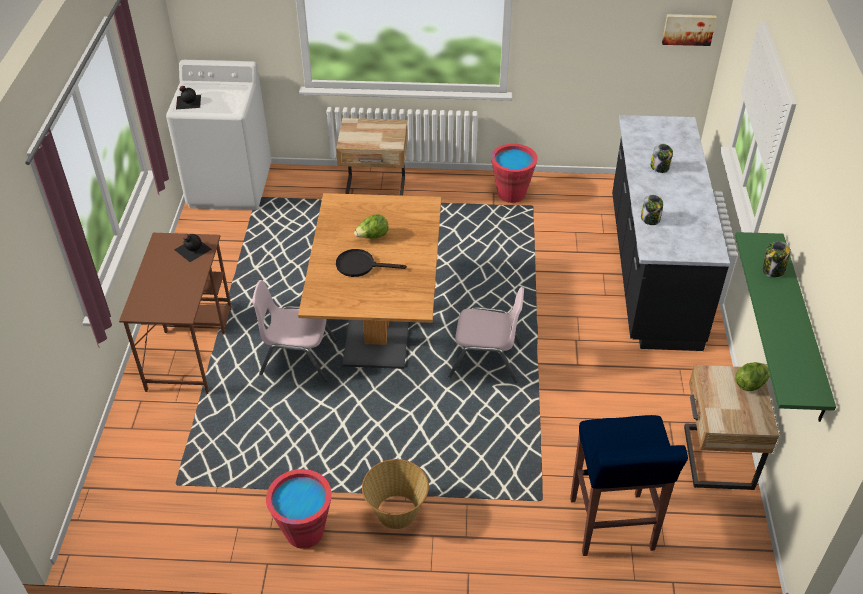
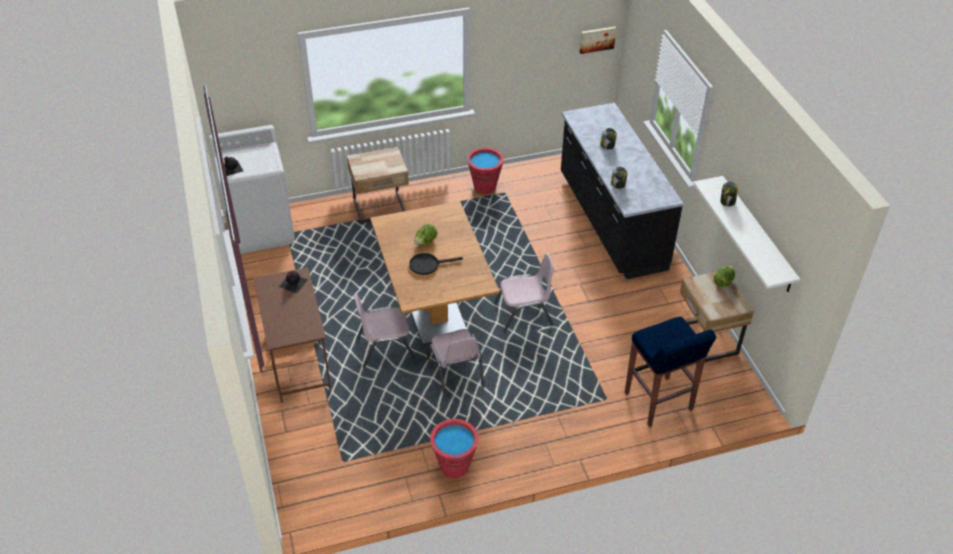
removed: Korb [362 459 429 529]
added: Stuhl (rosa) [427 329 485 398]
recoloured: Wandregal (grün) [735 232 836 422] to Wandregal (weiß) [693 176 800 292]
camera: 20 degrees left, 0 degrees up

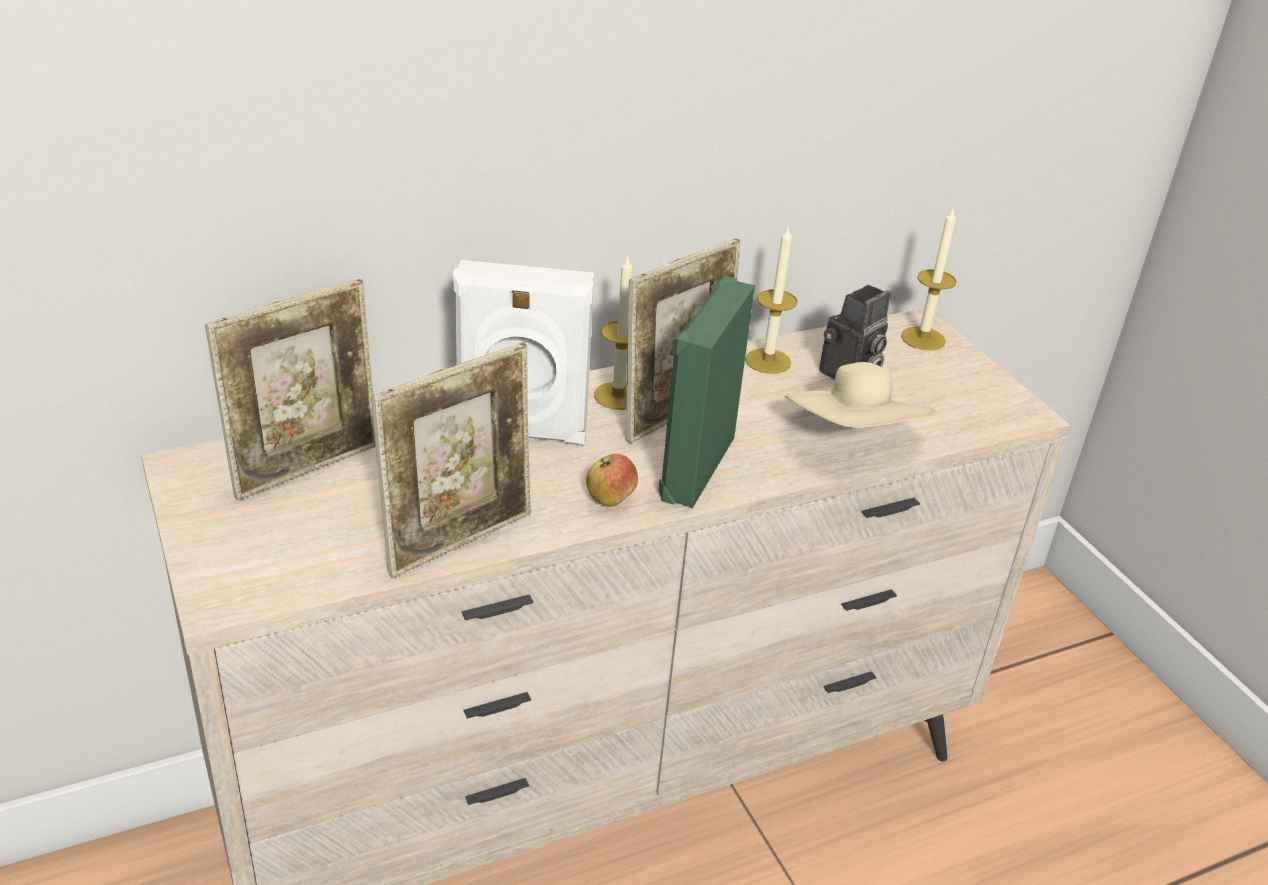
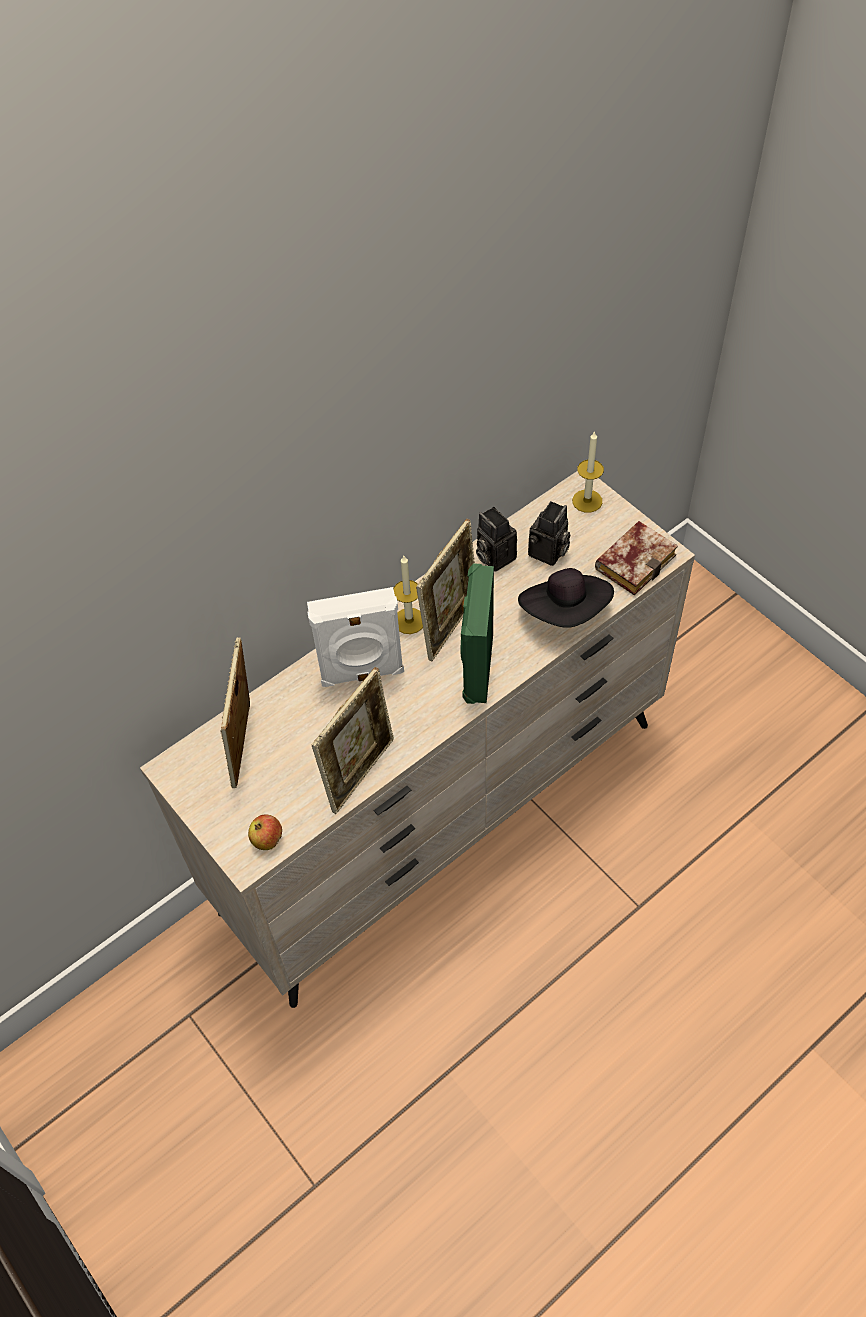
added: Buch [595 521 678 596]
moved: Apfel [586 454 638 506] to [248 814 282 850]
replaced: Kerze [745 225 798 374] to Kamera [476 507 517 572]
recoloured: Hut (beige) [785 362 935 428] to Hut (schwarz) [518 568 614 628]
turned: Bilderrahmen [205 279 376 501] = [220 637 250 788] 150 degrees clockwise
camera: 10 degrees left, 20 degrees up

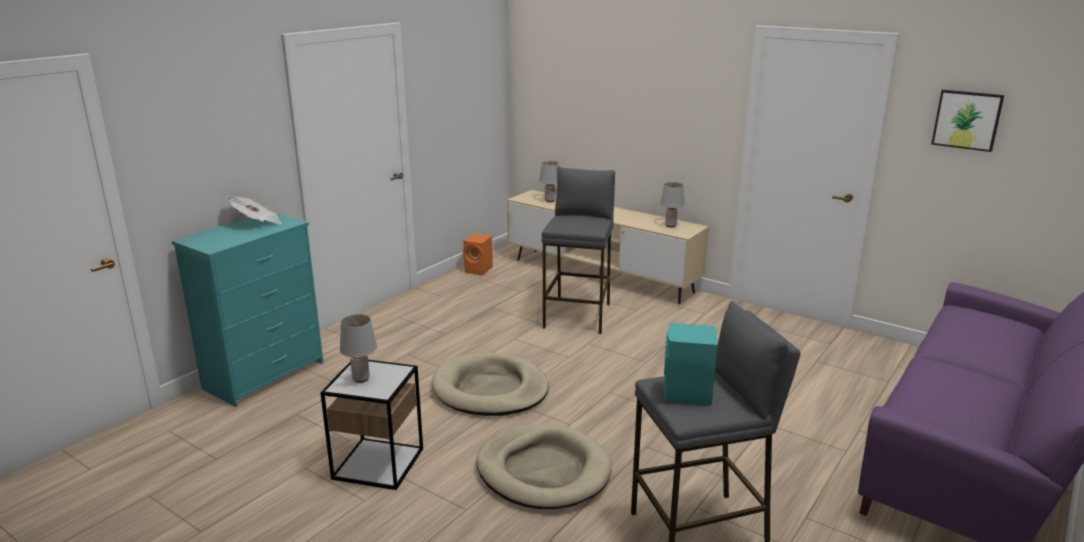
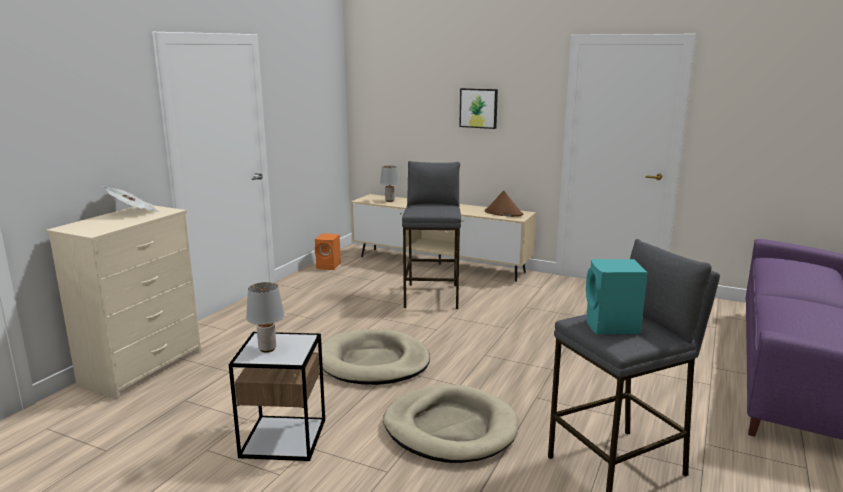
moved: Bild [931 90 1004 152] to [459 88 498 129]
replaced: Tischlampe (grau) [660 182 685 227] to Hut (braun) [485 190 523 217]
recoloured: Kommode (türkis) [172 213 324 407] to Kommode (beige) [46 205 201 399]
camera: 10 degrees left, 5 degrees down

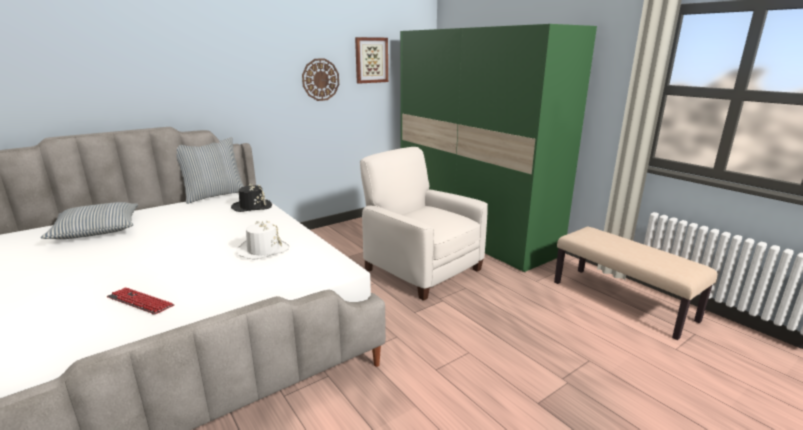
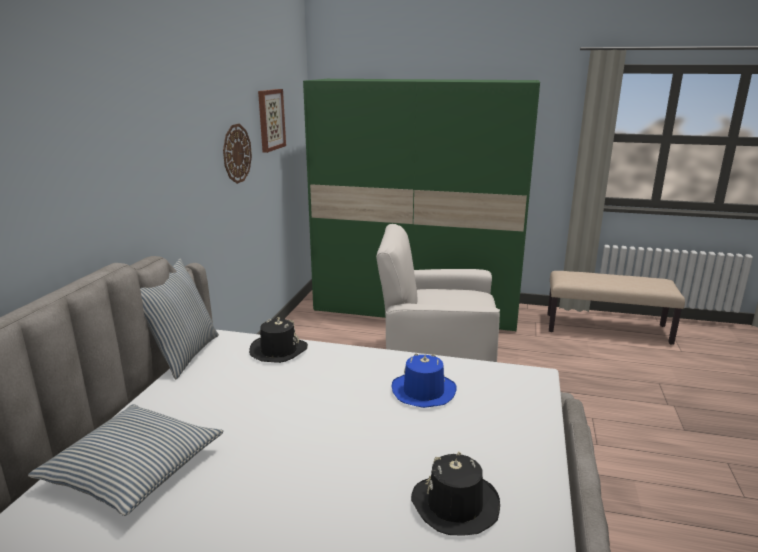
replaced: Tastatur [107 287 174 315] to Hut (schwarz) [411 452 500 535]
recoloured: Hut (weiß) [236 221 290 259] to Hut (blau) [391 353 456 408]
camera: 40 degrees left, 0 degrees up

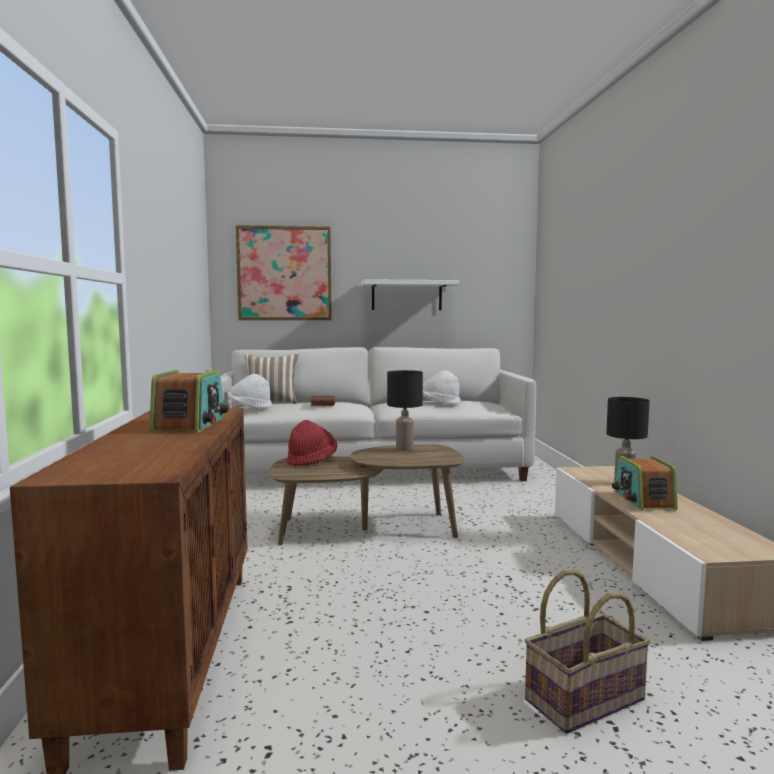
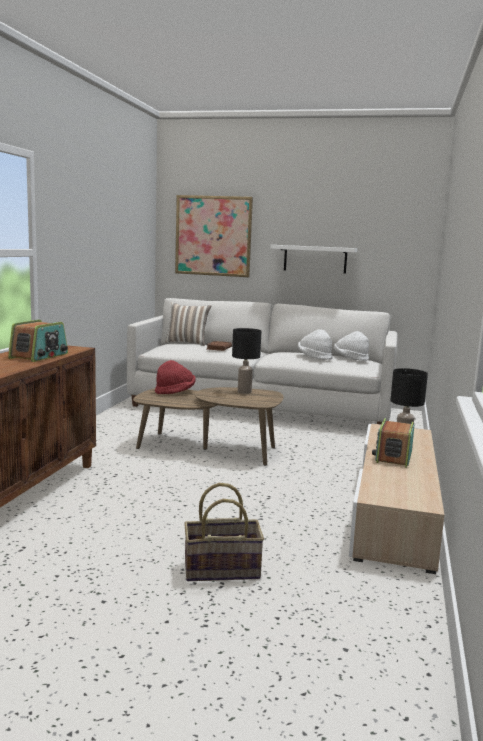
moved: Hut (weiß) [227 374 272 408] to [334 331 369 361]
camera: 20 degrees right, 5 degrees up

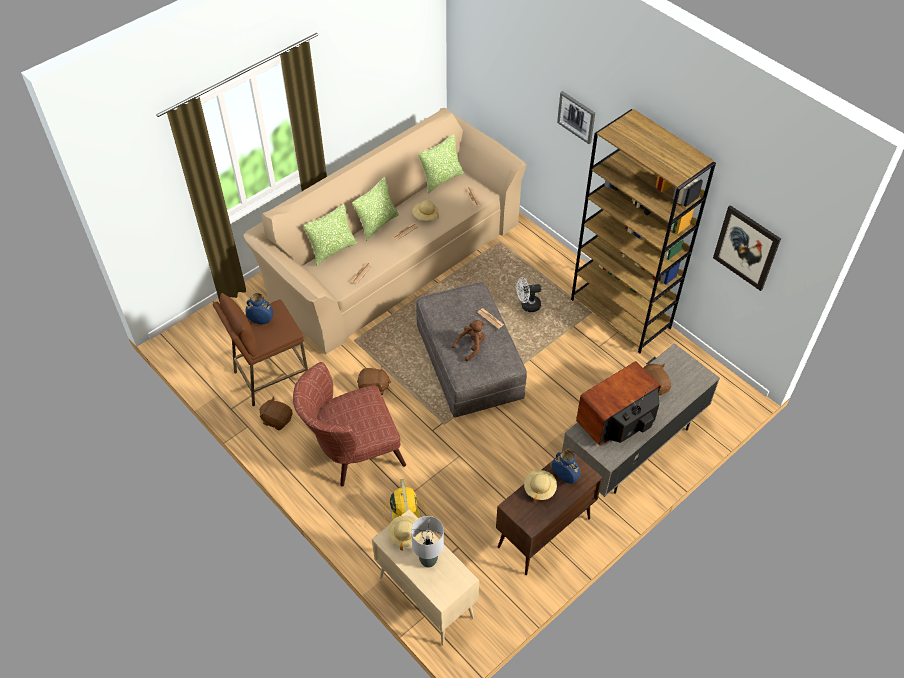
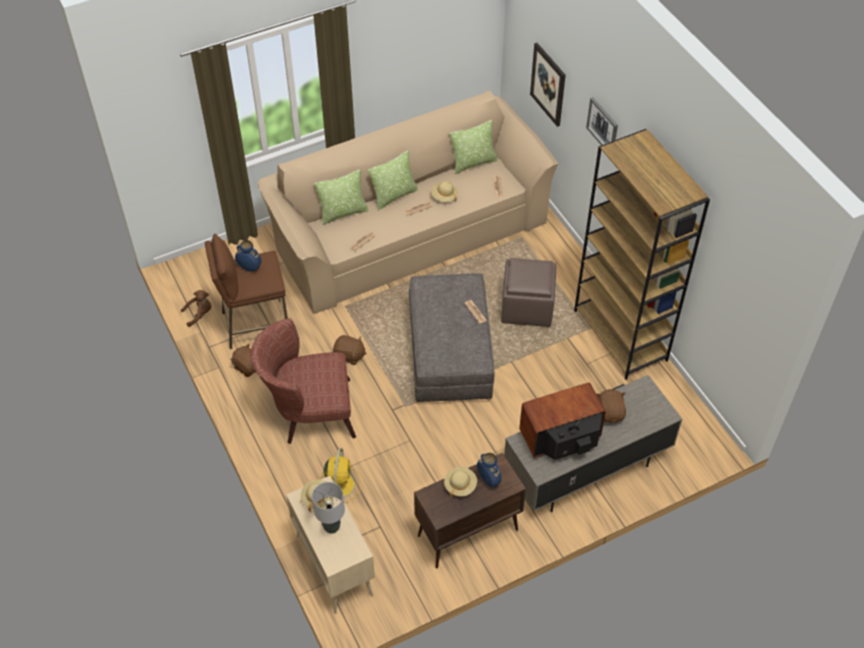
moved: Bild [713 205 781 291] to [530 43 566 127]; Plüschtier (braun) [452 320 485 361] to [181 290 211 327]
replaced: Ventilator (weiß) [517 277 541 312] to Polsterhocker (braun) [502 258 556 327]
camera: 15 degrees right, 0 degrees up

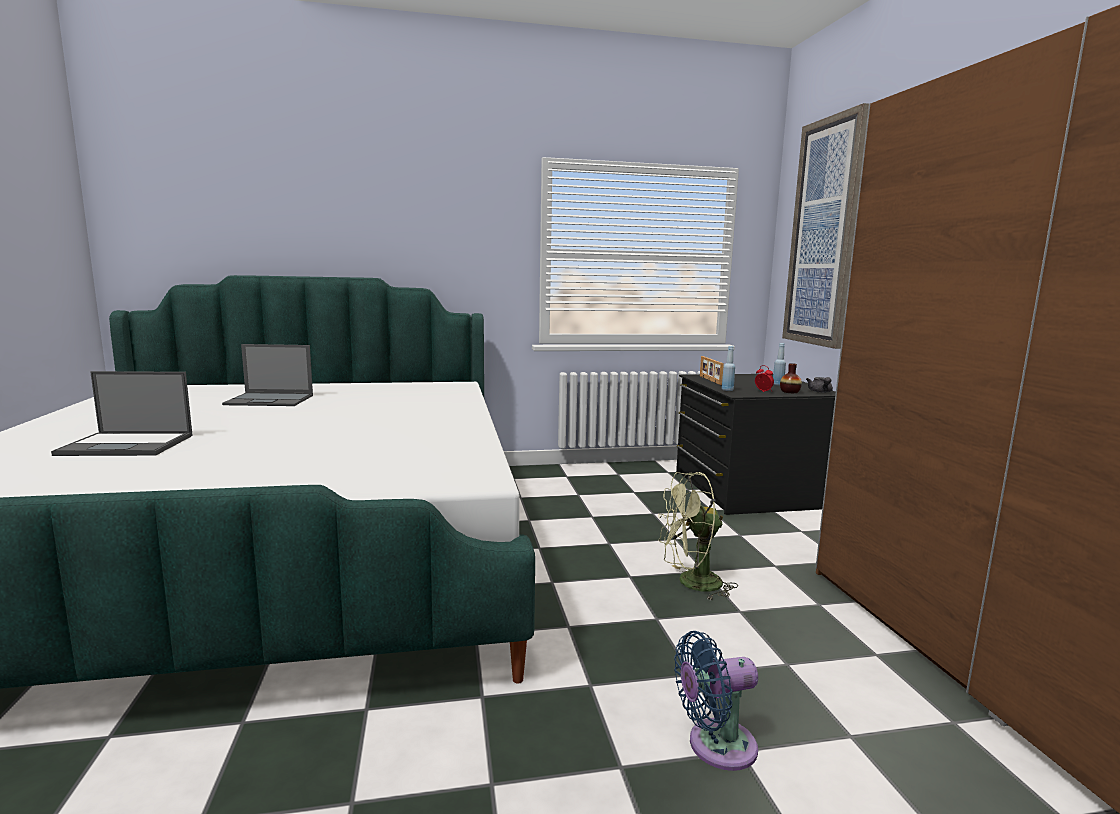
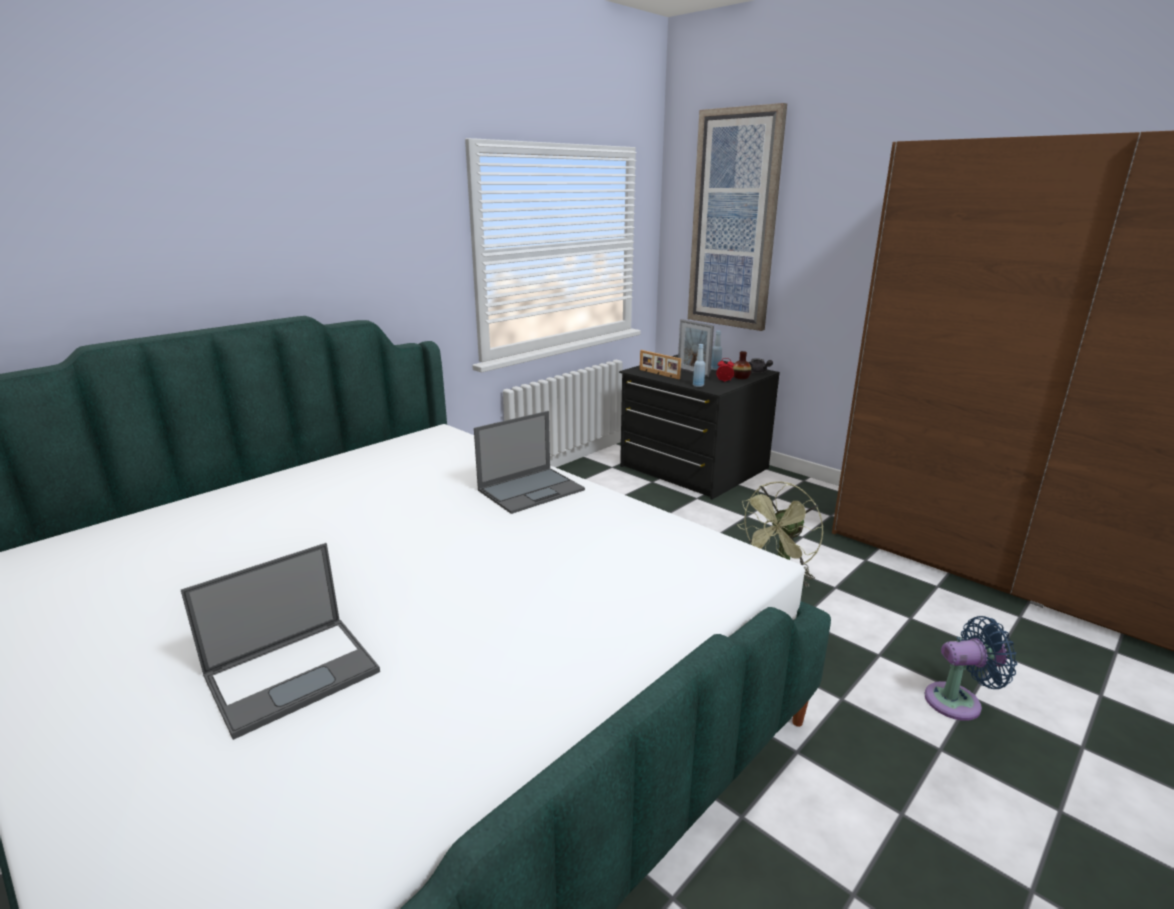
added: Bilderrahmen [678 319 714 377]
moved: Laptop [222 344 313 406] to [474 411 585 514]
turned: Ventilator (blau) [674 631 758 771] = [925 616 1017 721] 135 degrees counterclockwise
camera: 35 degrees left, 10 degrees up

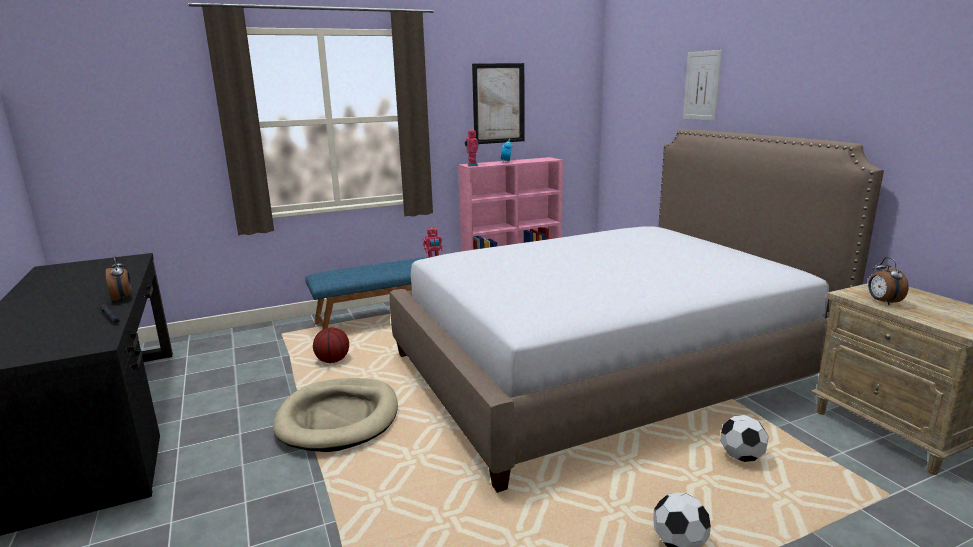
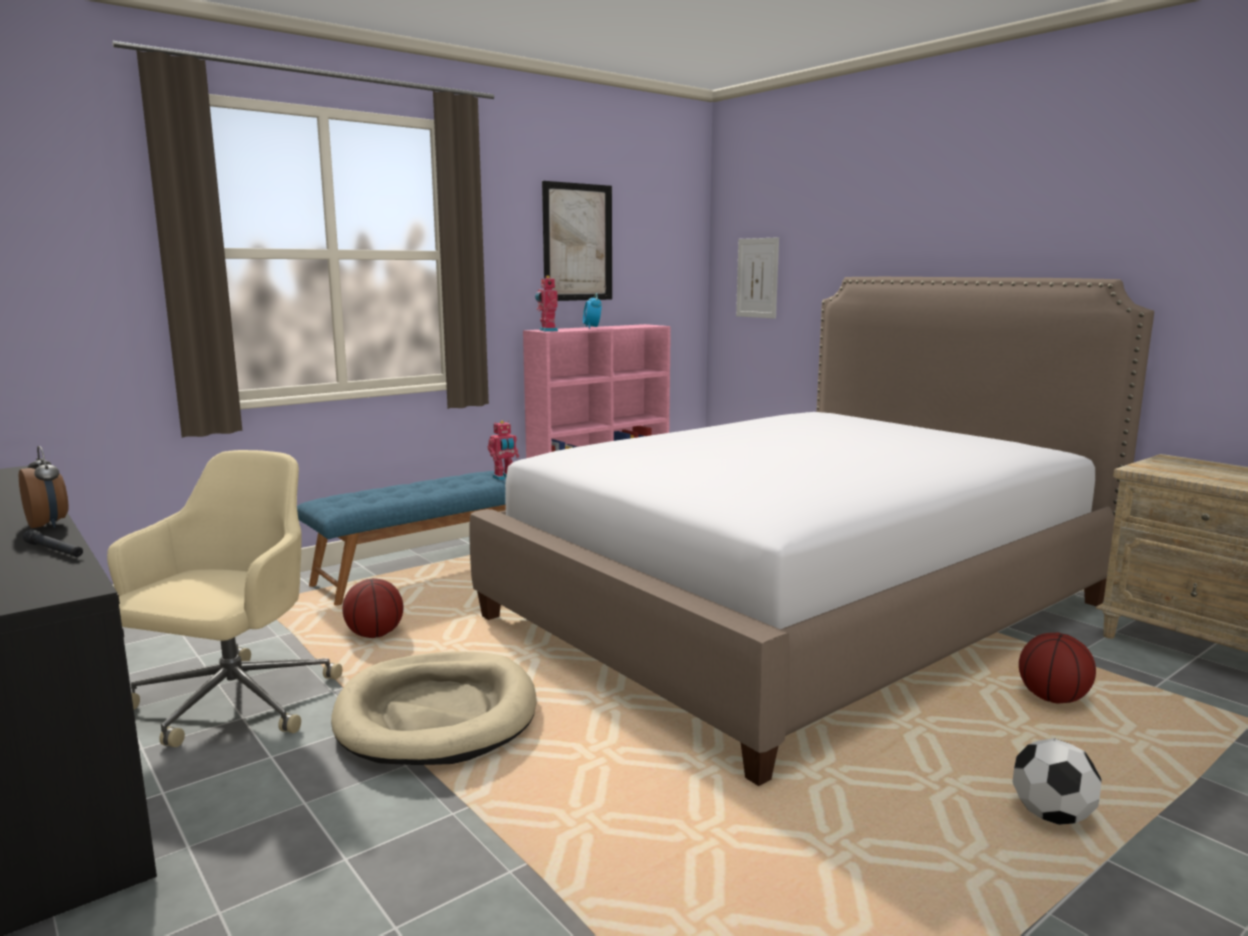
removed: Wecker [868 257 909 305]
added: Bürostuhl (beige) [107 450 342 747]
moved: Bild [683 50 722 121] to [736 237 779 319]
replaced: Fußball [720 415 769 462] to Basketball [1019 633 1096 703]
camera: 15 degrees left, 5 degrees down

